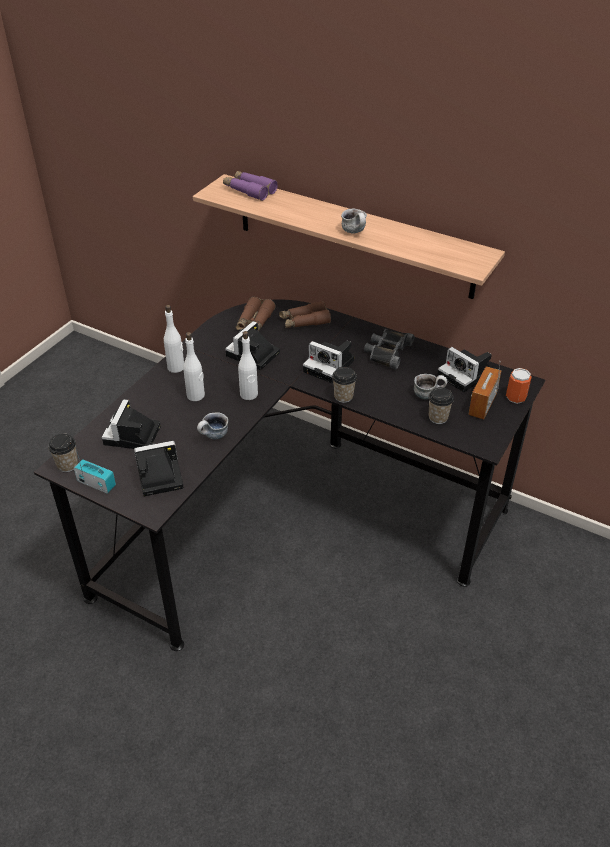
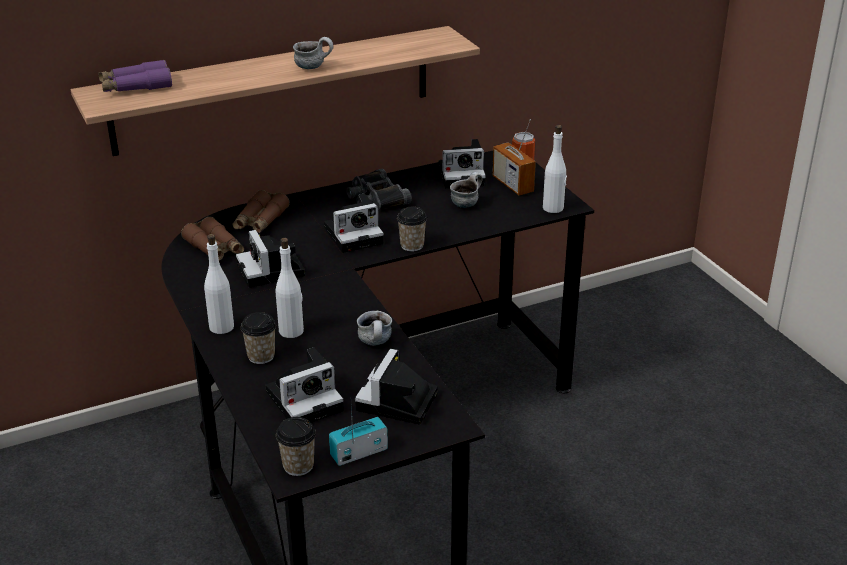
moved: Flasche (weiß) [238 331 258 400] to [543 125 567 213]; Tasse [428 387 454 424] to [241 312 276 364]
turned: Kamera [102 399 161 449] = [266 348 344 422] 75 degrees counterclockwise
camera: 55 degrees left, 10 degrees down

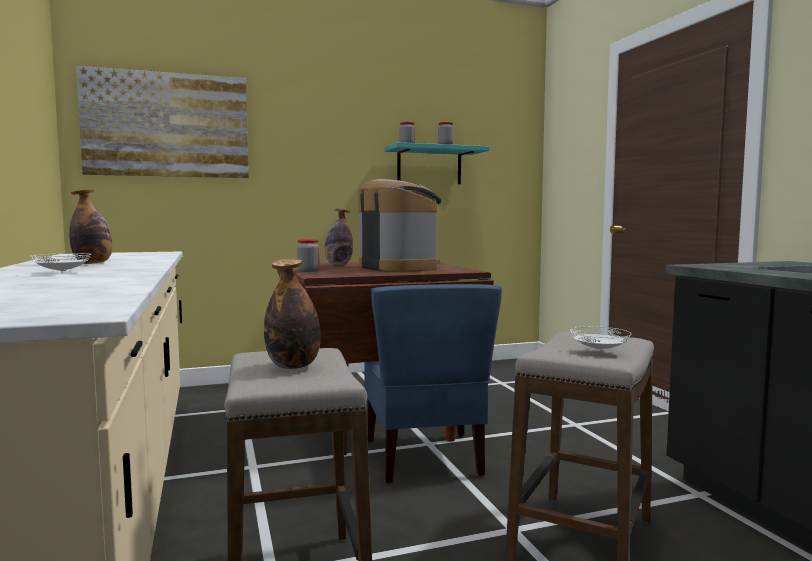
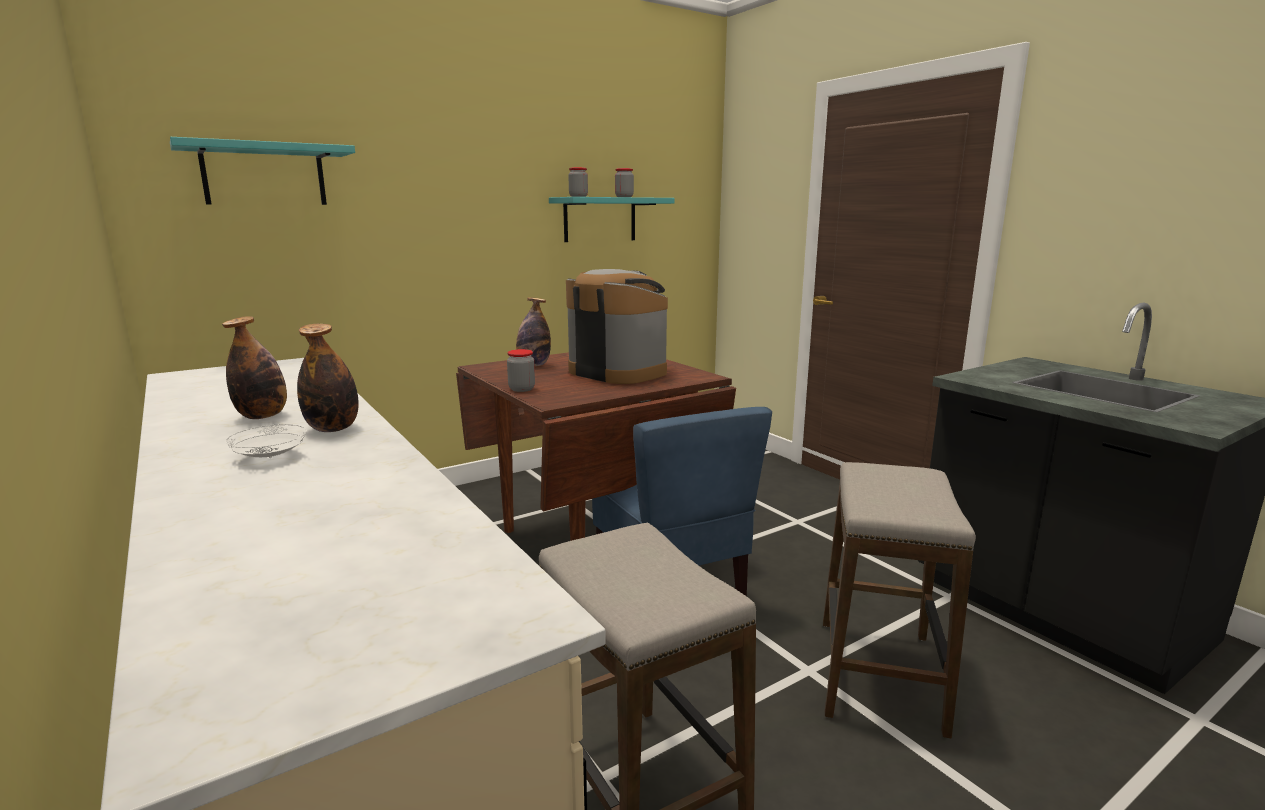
removed: Teller (weiß) [570 326 631 351]
moved: Flasche [264 259 321 369] to [297 324 358 432]
replaced: Bild [76 66 249 178] to Wandregal (türkis) [170 137 355 205]
camera: 15 degrees left, 10 degrees up

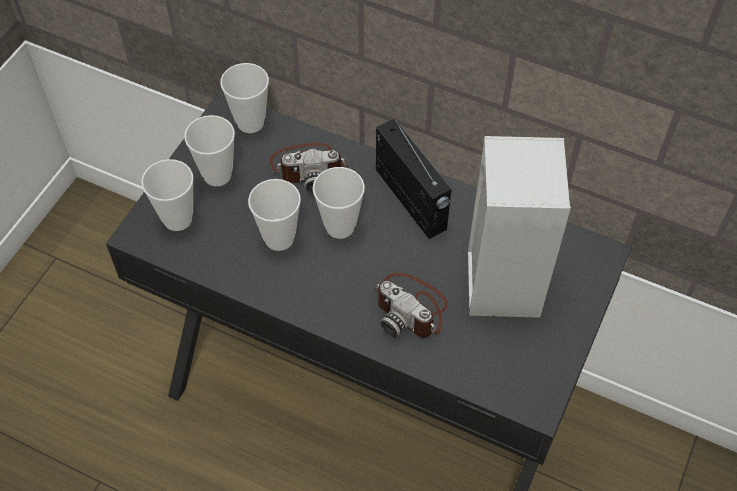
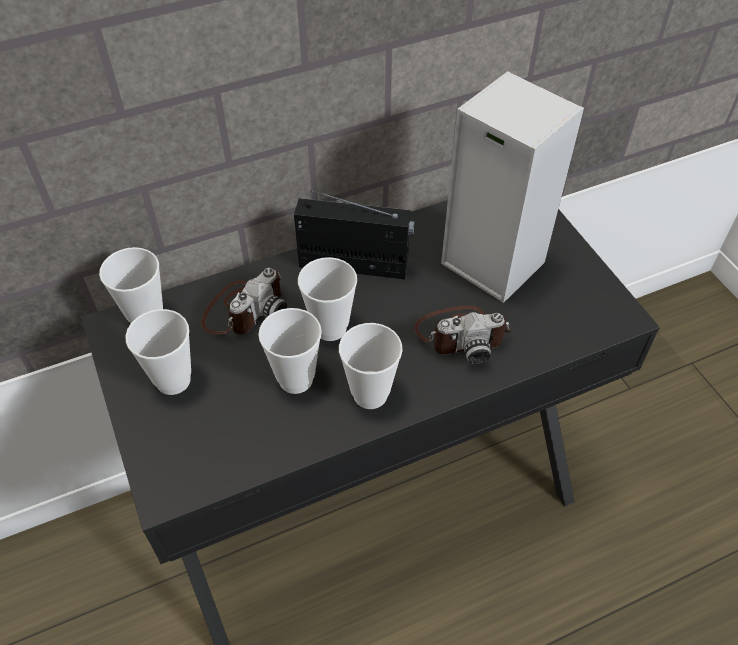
moved: Tasse [141 159 194 231] to [339 323 403 409]
camera: 50 degrees left, 5 degrees down

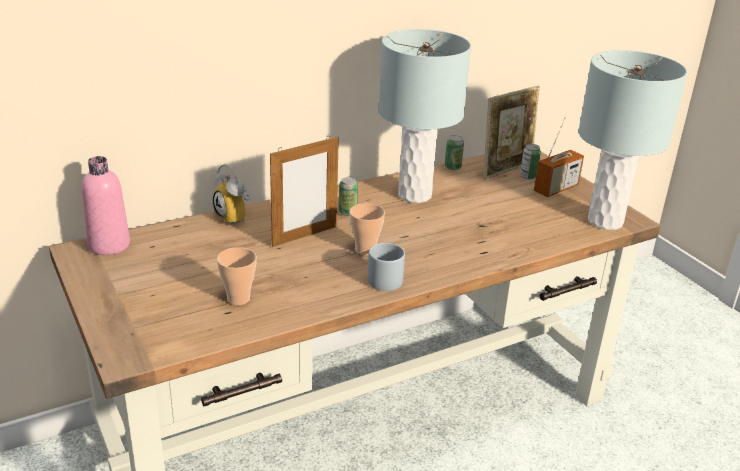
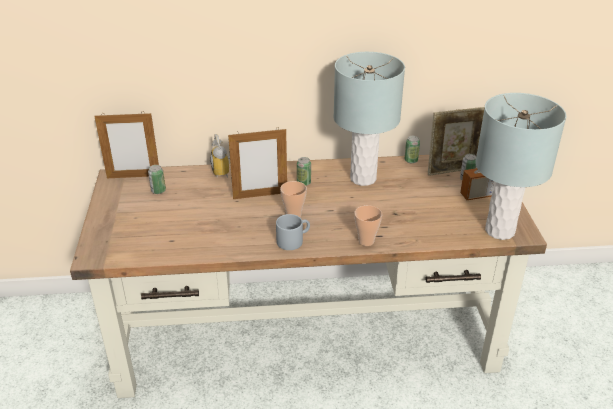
added: Dose [148 165 166 194]
moved: Tasse [217 247 257 305] to [354 205 382 246]
replaced: Flasche (rosa) [81 156 130 255] to Bilderrahmen [94 111 159 178]
camera: 25 degrees right, 5 degrees up

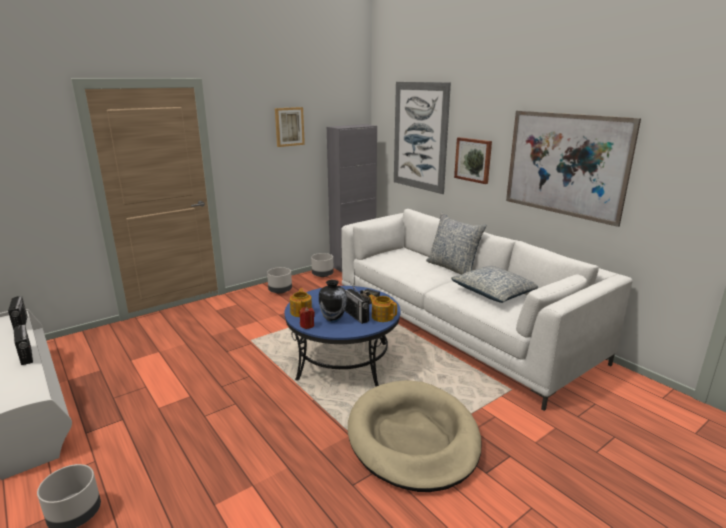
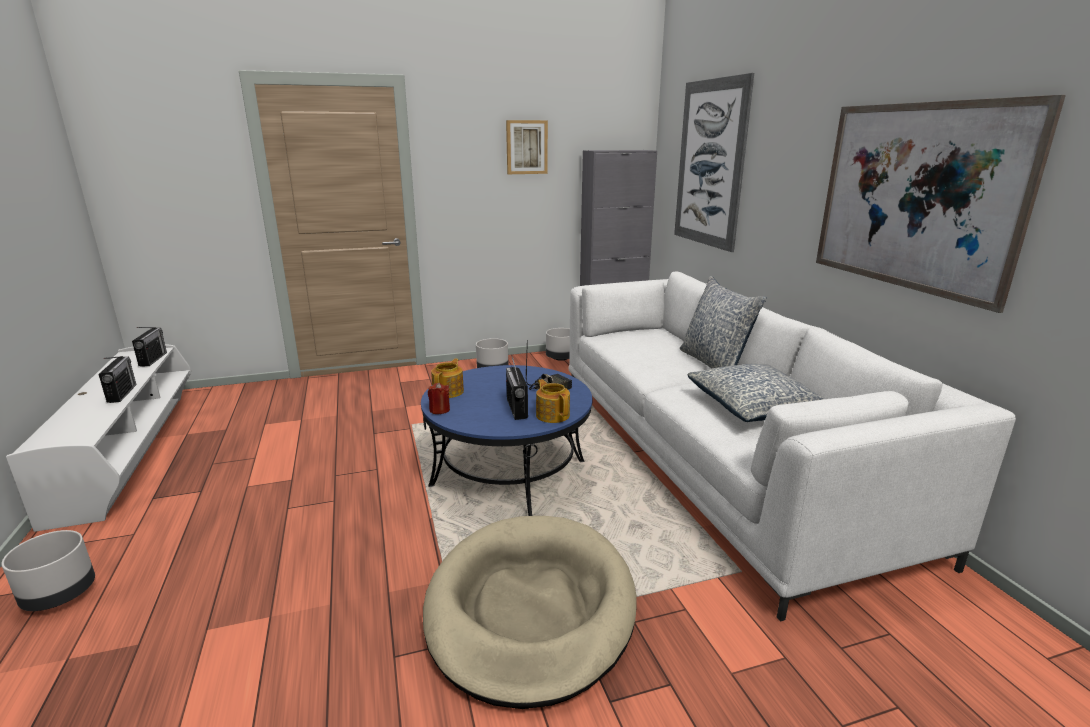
removed: Bild [454 137 492 184]; Vase [319 280 347 322]
camera: 20 degrees right, 0 degrees up

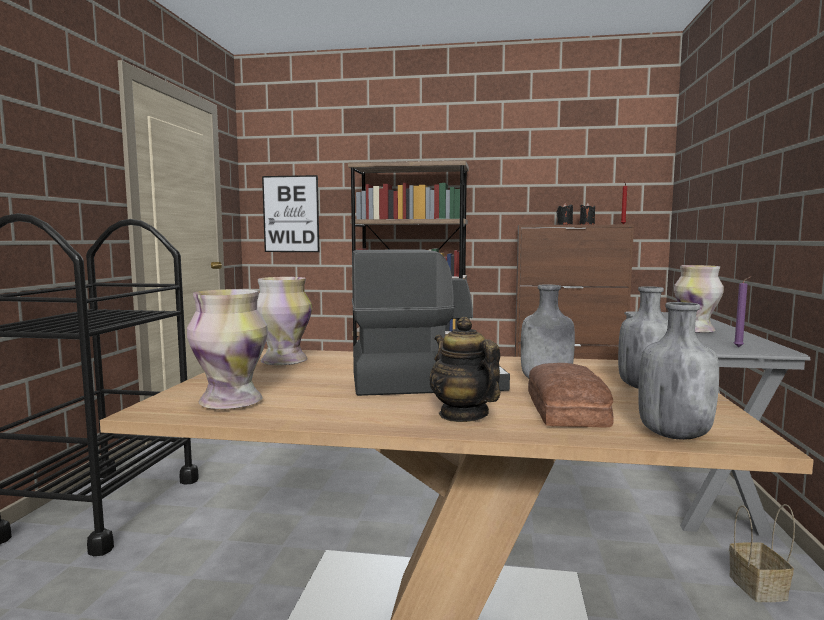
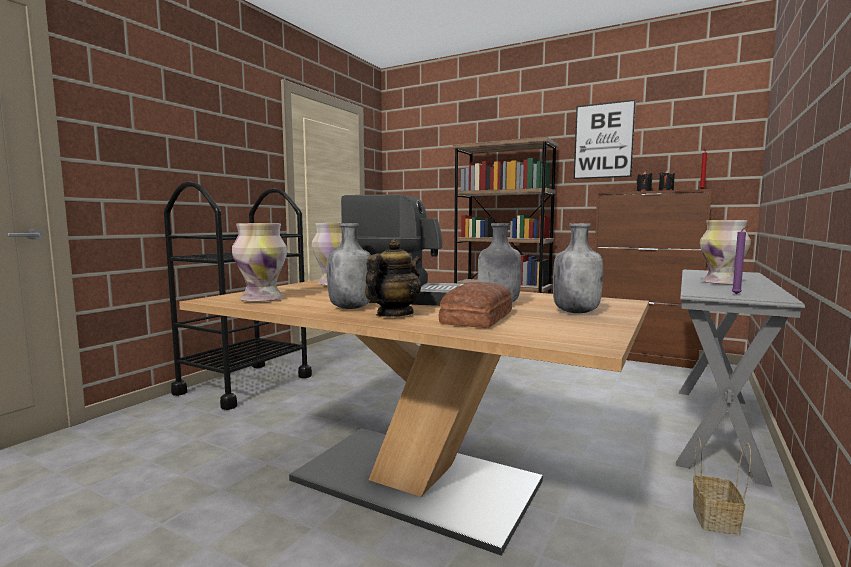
moved: Bild [262 175 319 252] to [574 99 636 179]; Flasche (grau) [638 302 719 440] to [327 223 371 309]
turned: Teekanne [430 317 500 422] = [365 239 421 317] 45 degrees clockwise
camera: 20 degrees right, 0 degrees up

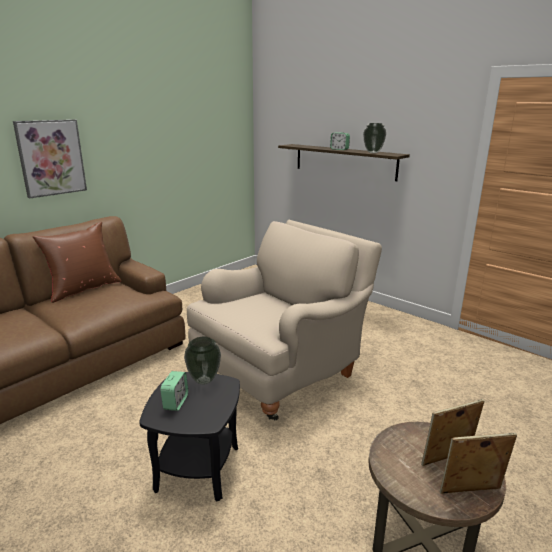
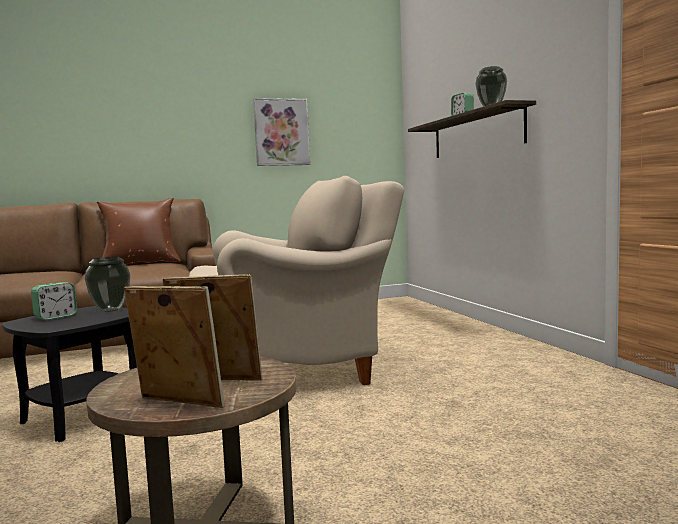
moved: Bild [13 119 87 199] to [253 98 310 166]
camera: 30 degrees right, 15 degrees down

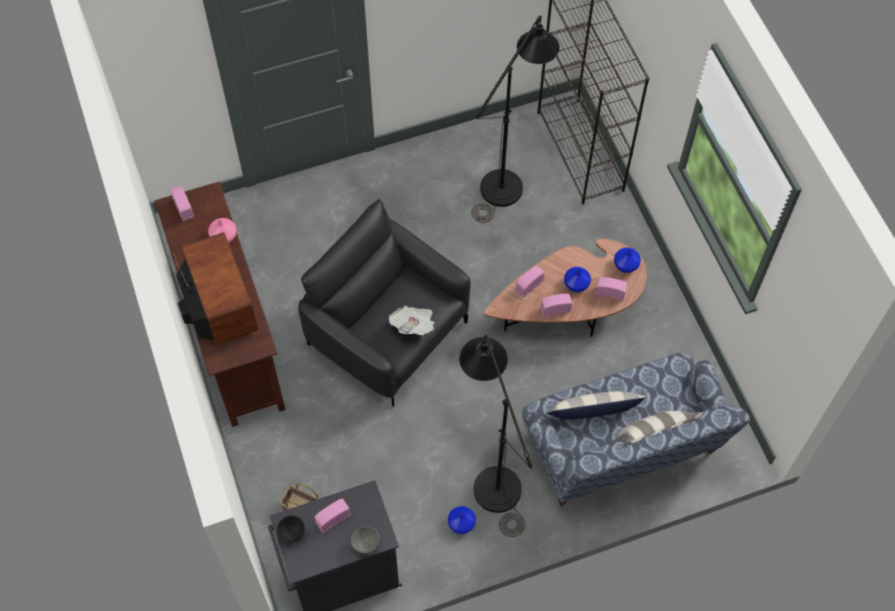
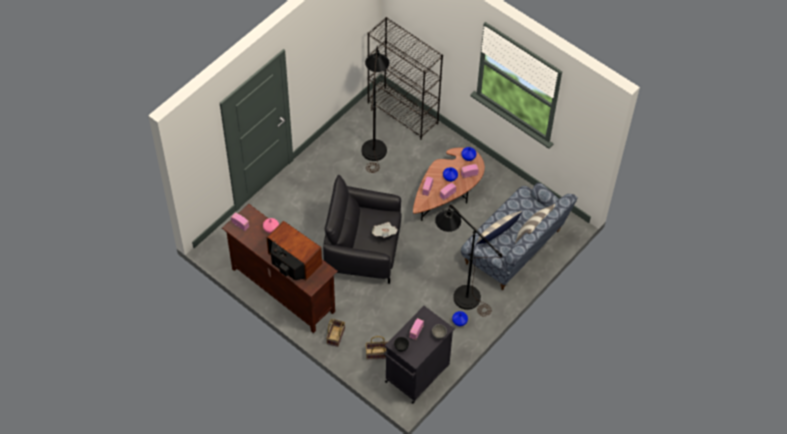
added: Korb [326 319 345 347]
camera: 30 degrees left, 5 degrees down

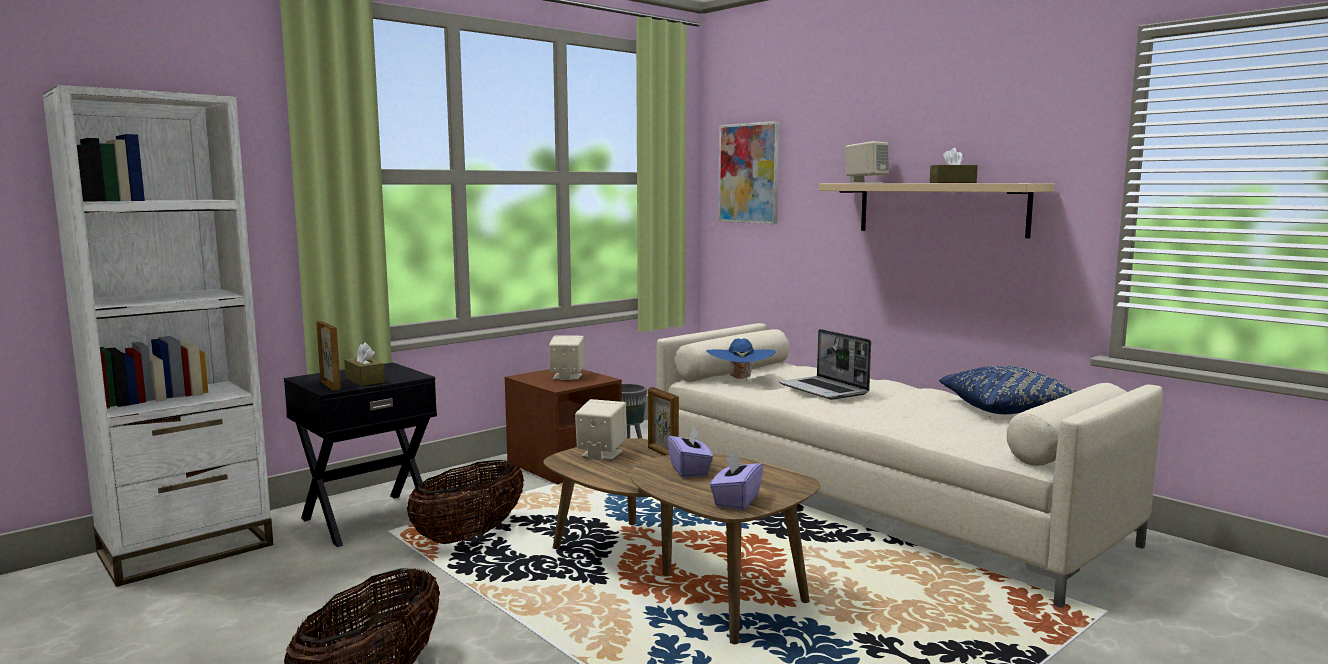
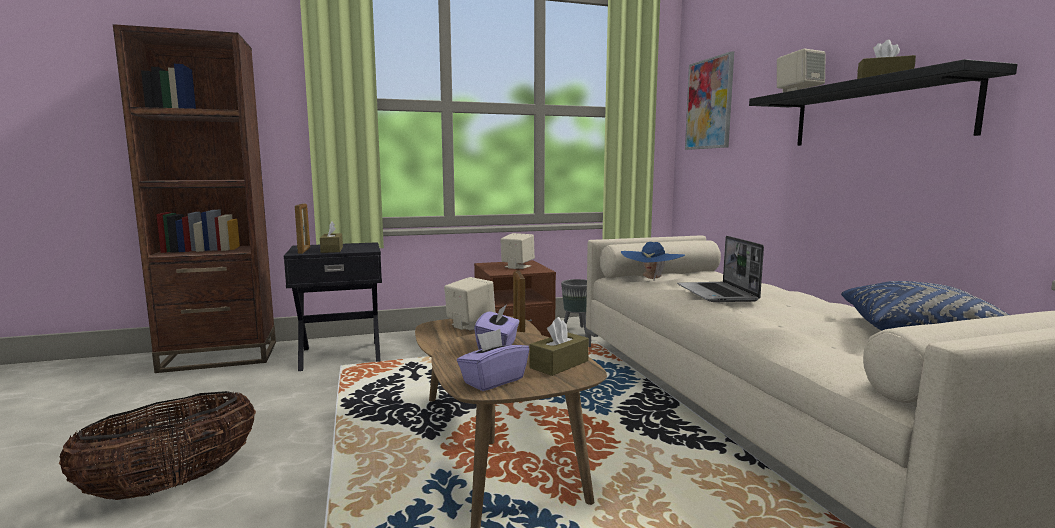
removed: Korb [407 460 524 544]
added: Taschentuchbox (braun) [530 317 589 376]
recoloured: Bücherregal (weiß) [42 85 274 587] to Bücherregal (braun) [113 24 276 373]; Wandregal (beige) [819 183 1054 238] to Wandregal (schwarz) [749 59 1018 146]
camera: 25 degrees right, 0 degrees up

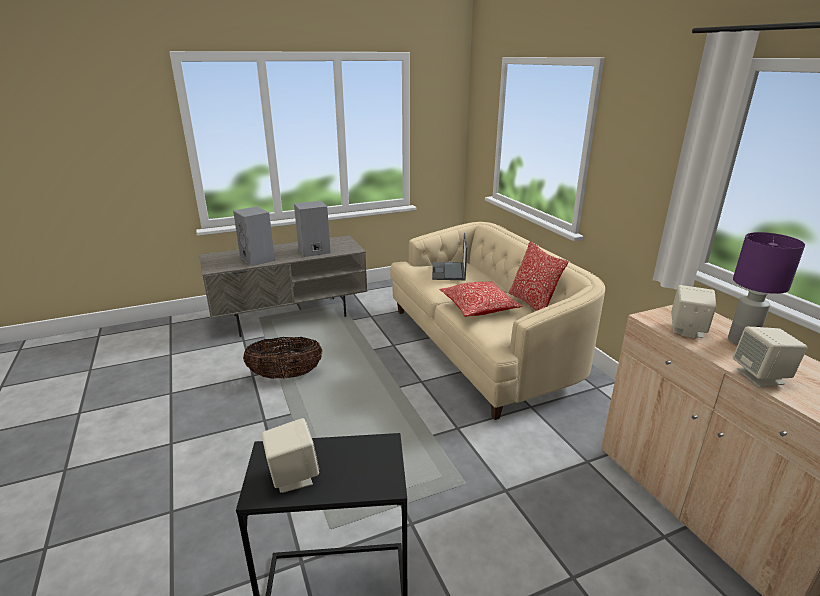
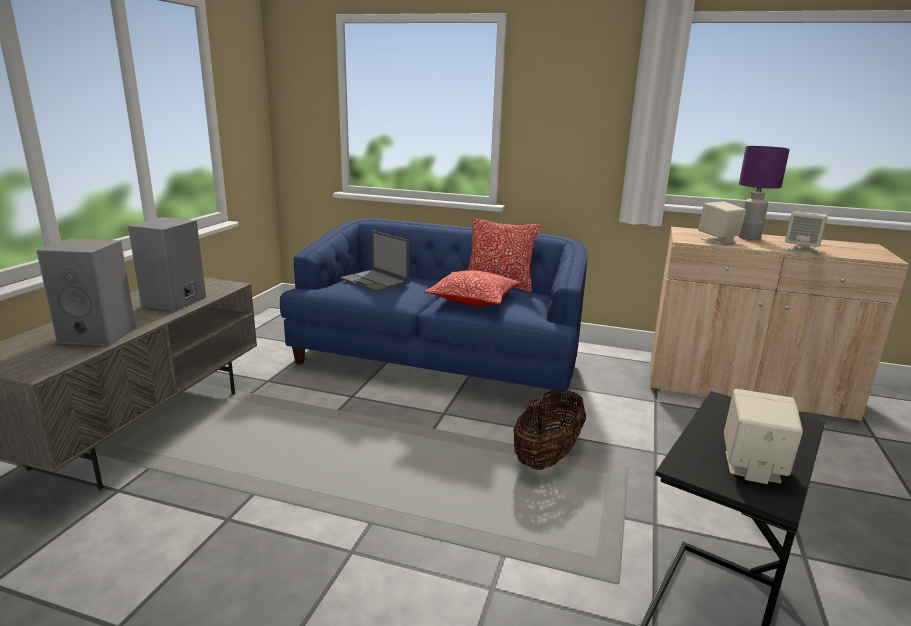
moved: Korb [243 337 323 379] to [513 389 586 470]
recoloured: Sofa (beige) [390 222 605 420] to Sofa (blau) [280 219 587 406]
camera: 50 degrees left, 5 degrees down

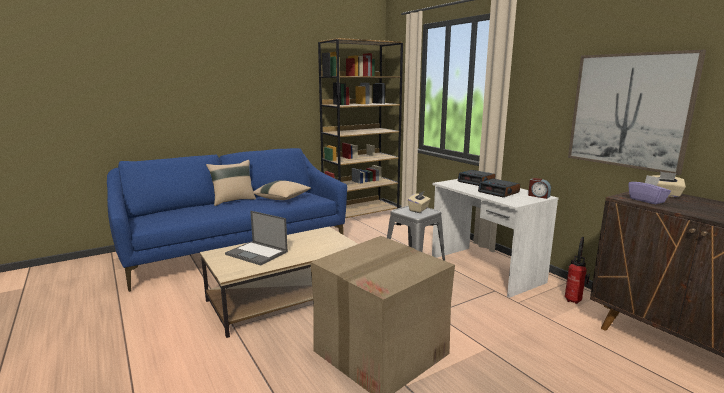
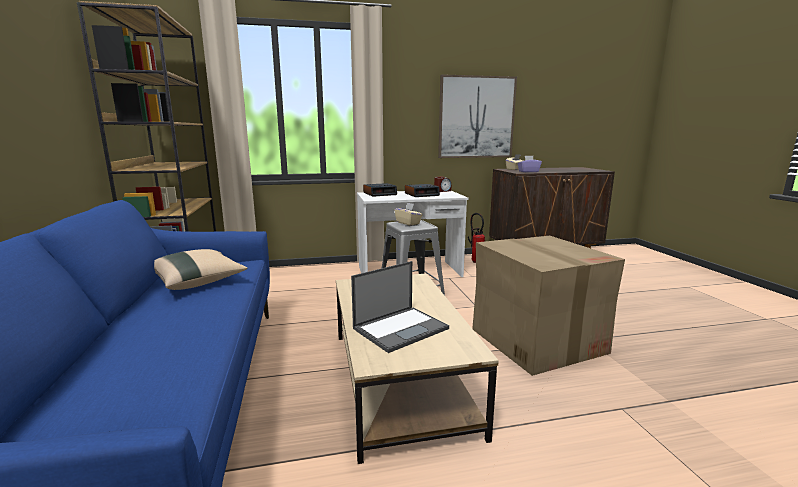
removed: Kissen (beige) [206 160 256 206]
camera: 70 degrees left, 0 degrees up

